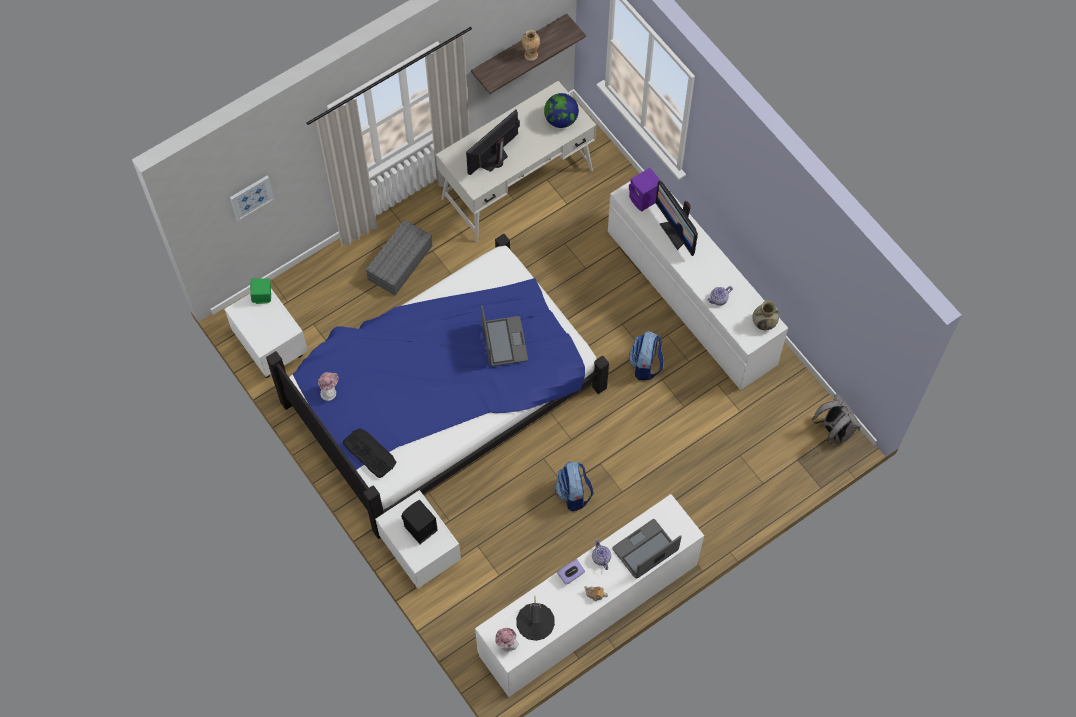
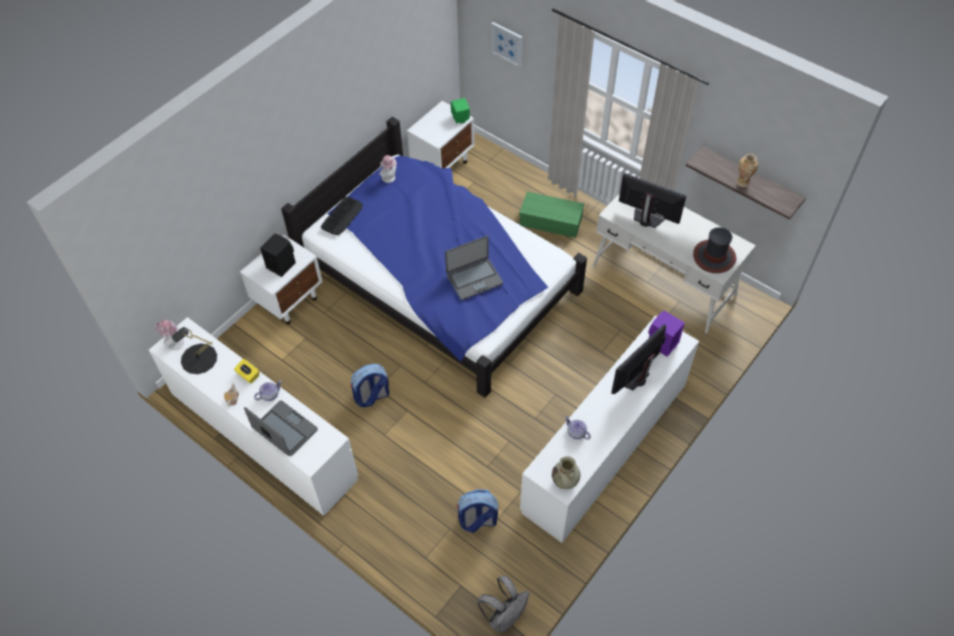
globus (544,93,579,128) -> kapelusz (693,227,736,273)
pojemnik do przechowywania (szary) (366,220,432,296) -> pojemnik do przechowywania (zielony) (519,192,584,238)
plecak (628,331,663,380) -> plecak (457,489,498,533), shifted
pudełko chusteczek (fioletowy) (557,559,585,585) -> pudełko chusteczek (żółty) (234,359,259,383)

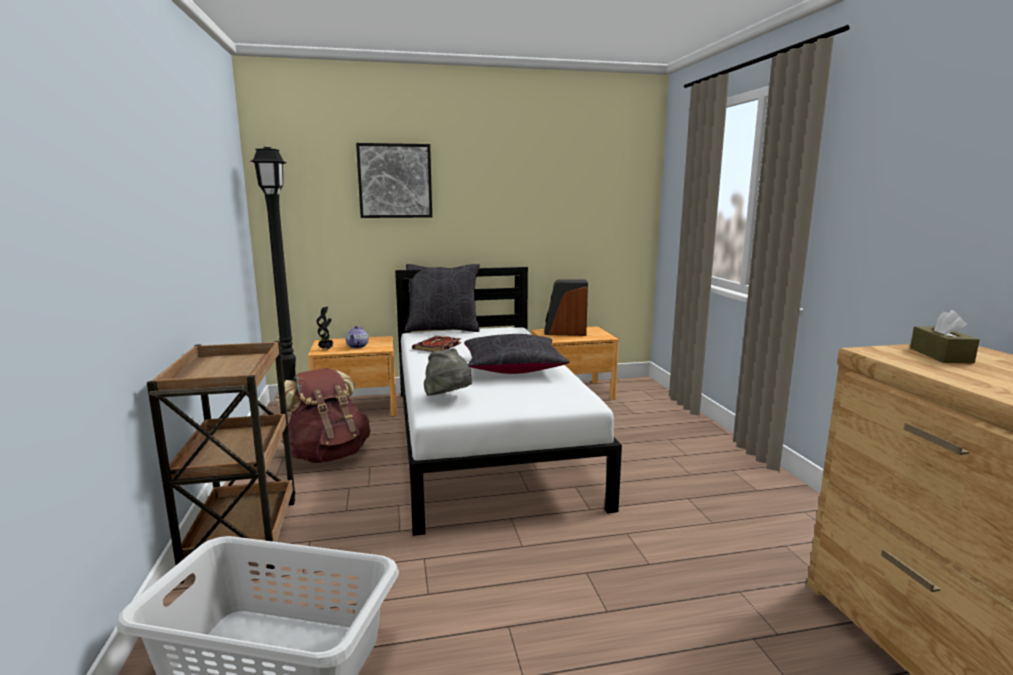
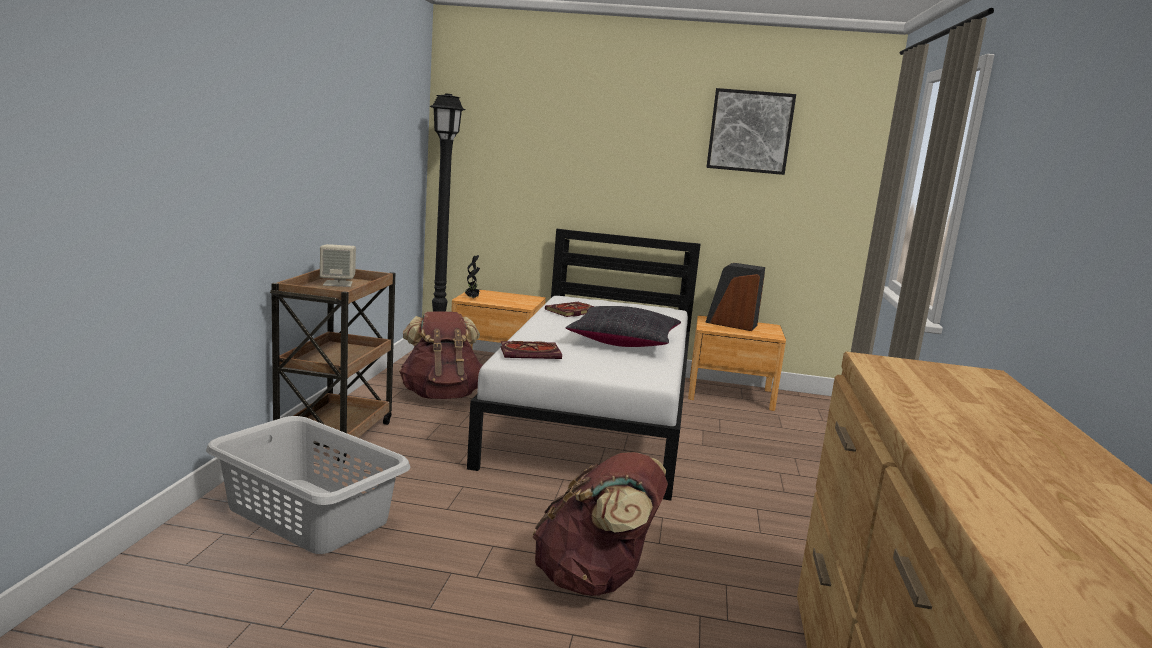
obraz (356,143,432,218) -> obraz (706,88,796,175), shifted
poduszka (czarny) (404,264,480,332) -> none
pudełko chusteczek (brązowy) (910,310,979,364) -> none
imbryk (346,326,368,349) -> none
kapelusz (szary) (424,348,472,396) -> książka (500,341,562,359)
none -> głośnik (beżowy) (320,244,356,287)
none -> plecak (brązowy) (533,452,668,596)

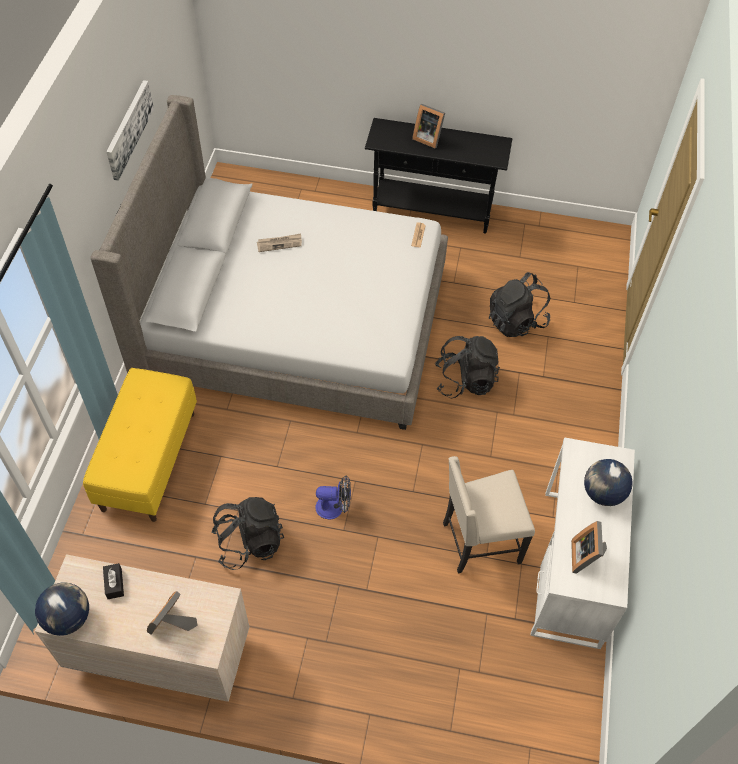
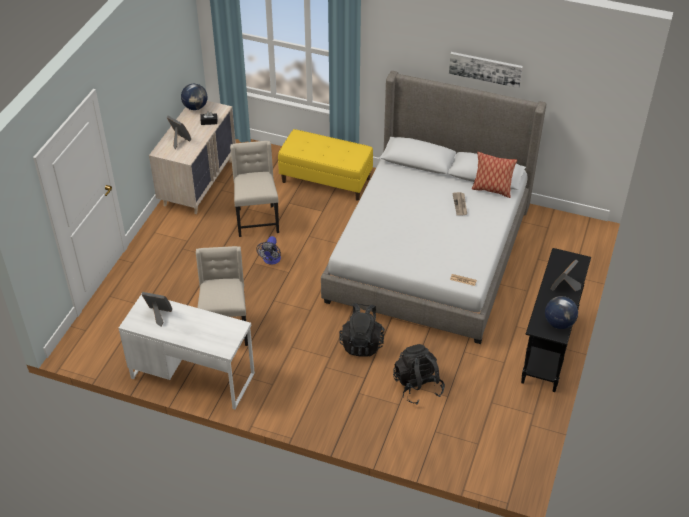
globus (584,459,633,506) -> globus (545,296,578,329), shifted
plecak (czarny) (211,497,284,570) -> krzesło (beżowy) (230,141,279,237)
none -> poduszka (472,152,517,198)

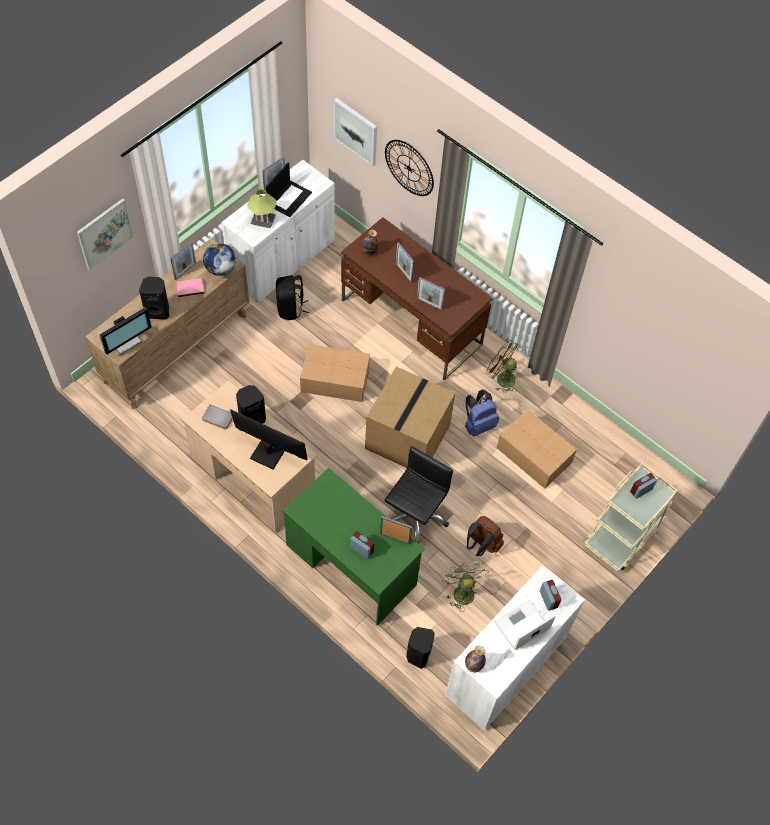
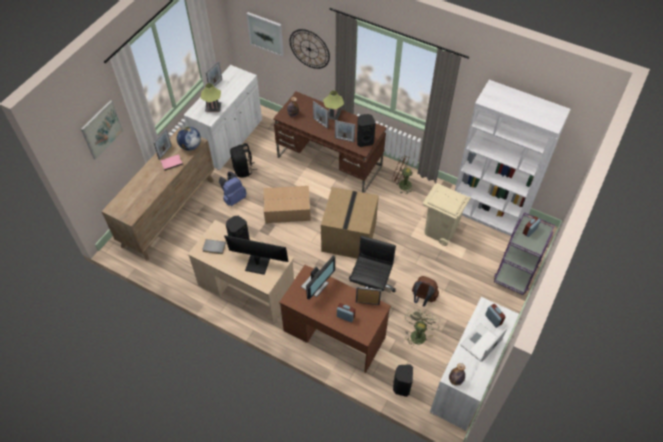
laptop (266,163,312,217) -> none
głośnik (czarny) (139,277,169,319) -> głośnik (czarny) (357,114,376,147), shifted
monitor (99,307,152,355) -> monitor (301,256,335,300), shifted
plecak (niebieski) (465,390,499,436) -> plecak (niebieski) (219,172,247,206), shifted
karton (497,409,577,488) -> kosz na śmieci (beżowy) (422,183,471,246)
wózek (beżowy) (584,463,678,572) -> wózek (fioletowy) (494,212,555,295)
biurko (zielony) (282,468,425,625) -> biurko (brązowy) (279,265,391,373)
wentylator (zielony) (441,561,489,612) -> wentylator (zielony) (405,309,440,347), 45 degrees clockwise
none -> regał (biały) (455,80,571,236)
none -> lampa stołowa (323,90,344,120)

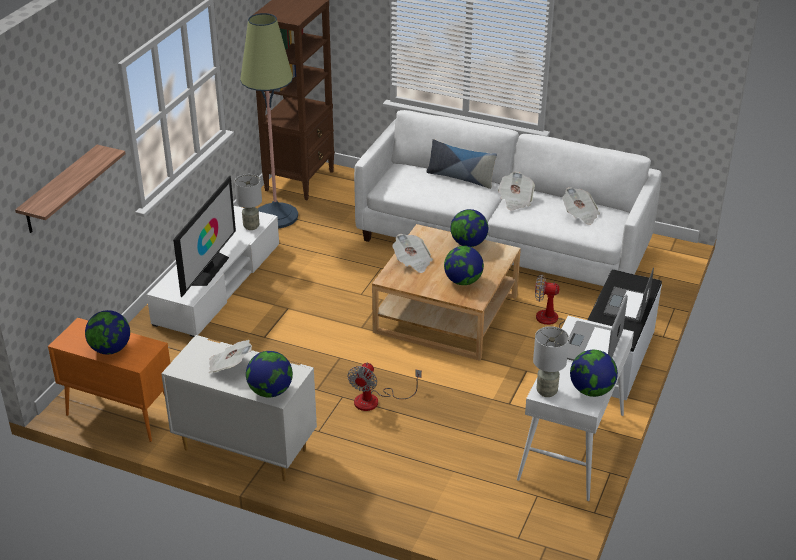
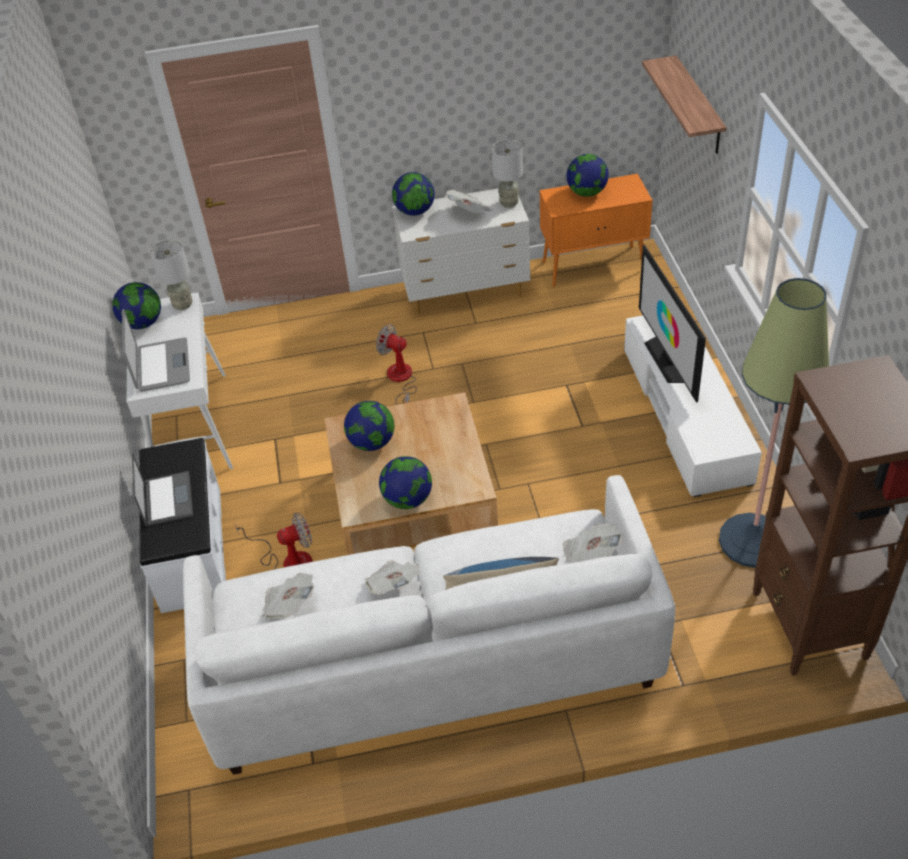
lampa stołowa (szary) (235,174,262,230) -> lampa stołowa (szary) (492,140,523,208), shifted
gazeta (392,234,433,273) -> gazeta (562,524,622,563), shifted
wentylator (347,363,422,411) -> wentylator (376,324,417,405), 45 degrees counterclockwise

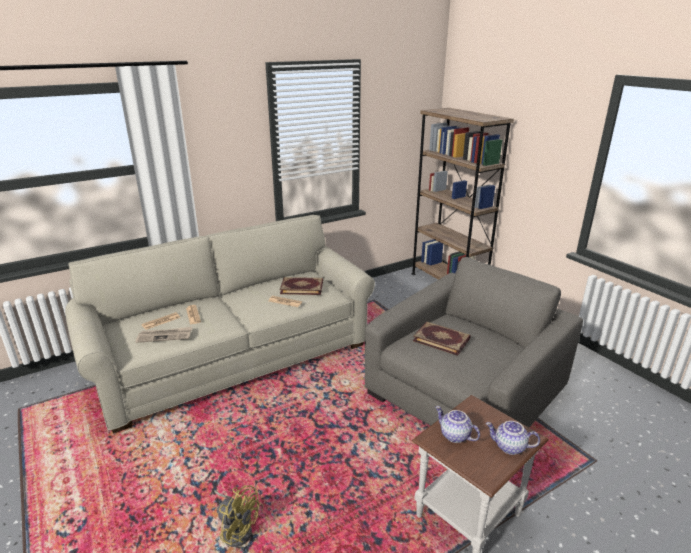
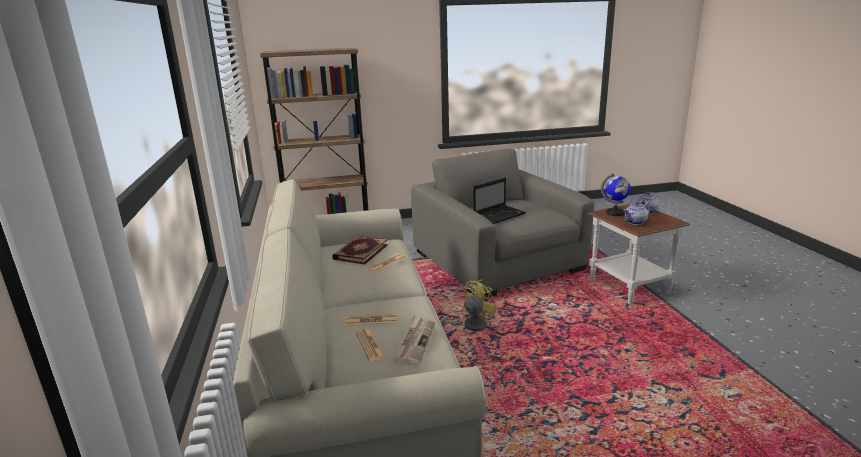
książka (413,322,470,356) -> laptop (474,178,526,224)
wentylator (żółty) (214,485,259,547) -> wentylator (żółty) (440,280,499,331), shifted
none -> globus (601,173,631,216)

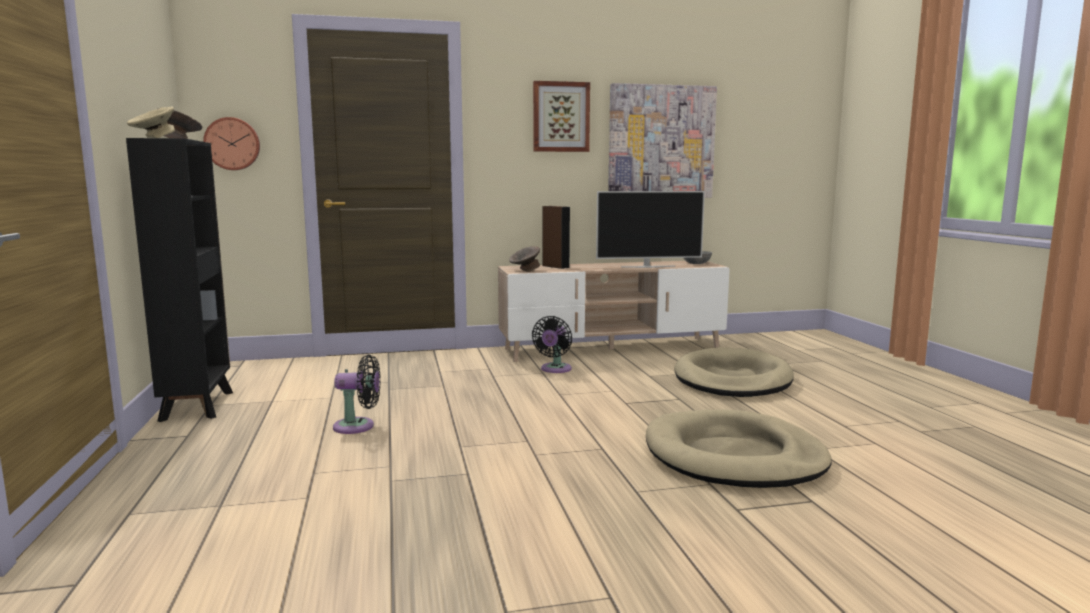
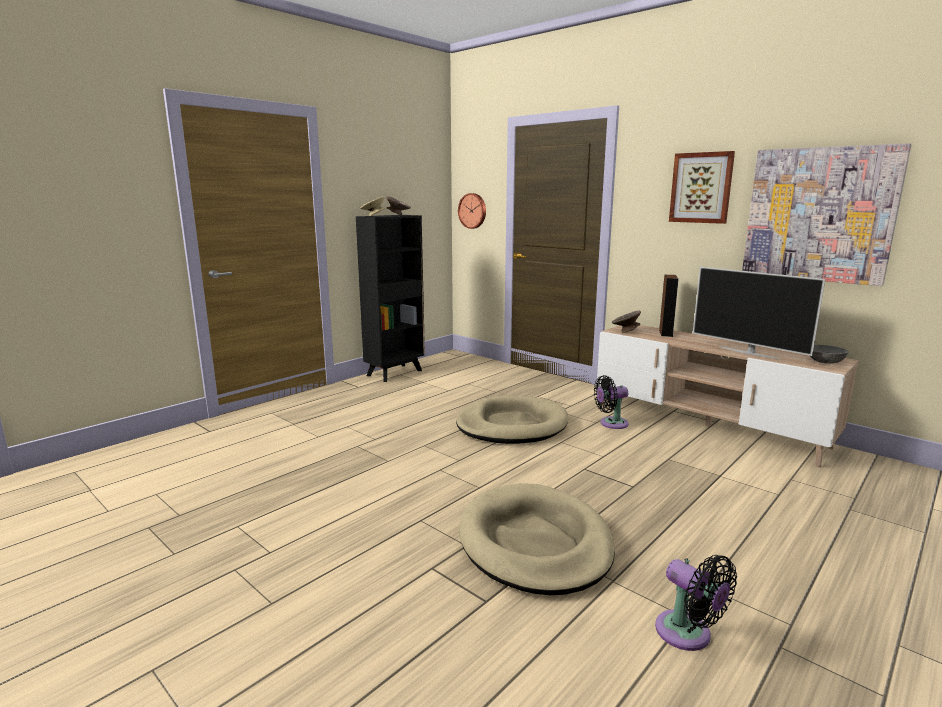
legowisko (beżowy) (675,347,794,397) -> legowisko (beżowy) (456,396,569,444), shifted
wentylator (czarny) (333,354,381,434) -> wentylator (czarny) (655,555,737,651), shifted

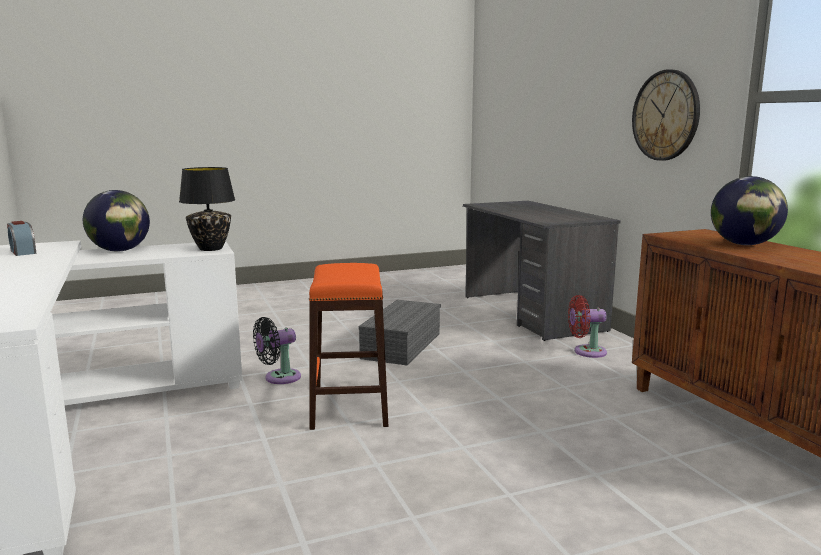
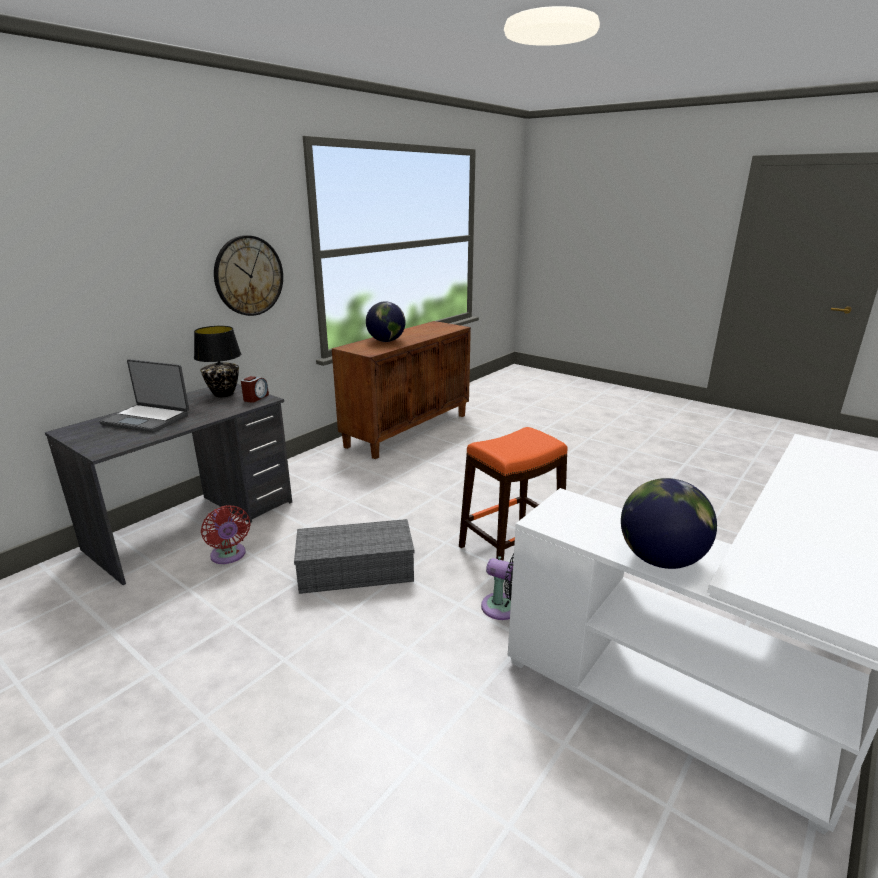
lampa stołowa (czarny) (179,167,235,251) -> lampa stołowa (czarny) (194,326,241,397), shifted
budzik (7,221,36,256) -> budzik (241,376,269,403), shifted
wentylator (czerwony) (568,295,607,358) -> wentylator (czerwony) (201,505,250,564), shifted
none -> laptop (99,359,189,432)

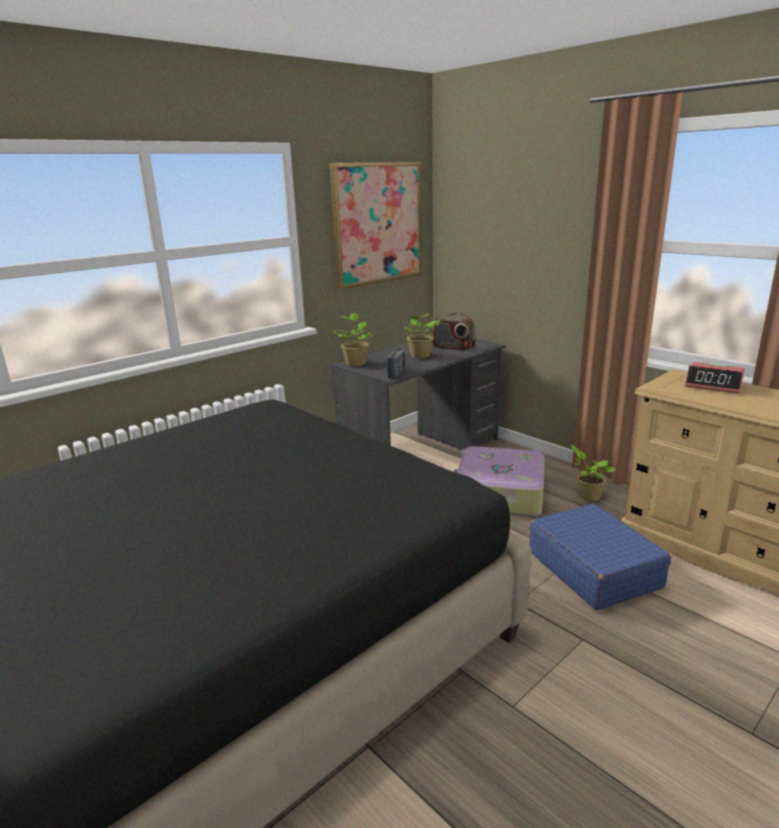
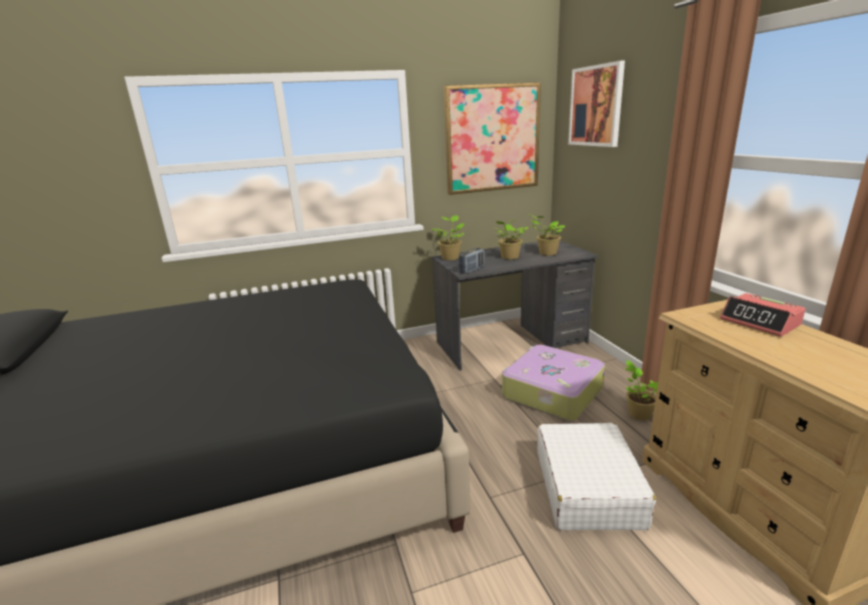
radio (433,313,476,351) -> roślina doniczkowa (529,214,565,256)
walizka (niebieski) (529,504,671,610) -> walizka (biały) (537,423,656,530)
none -> obraz (568,61,625,147)

